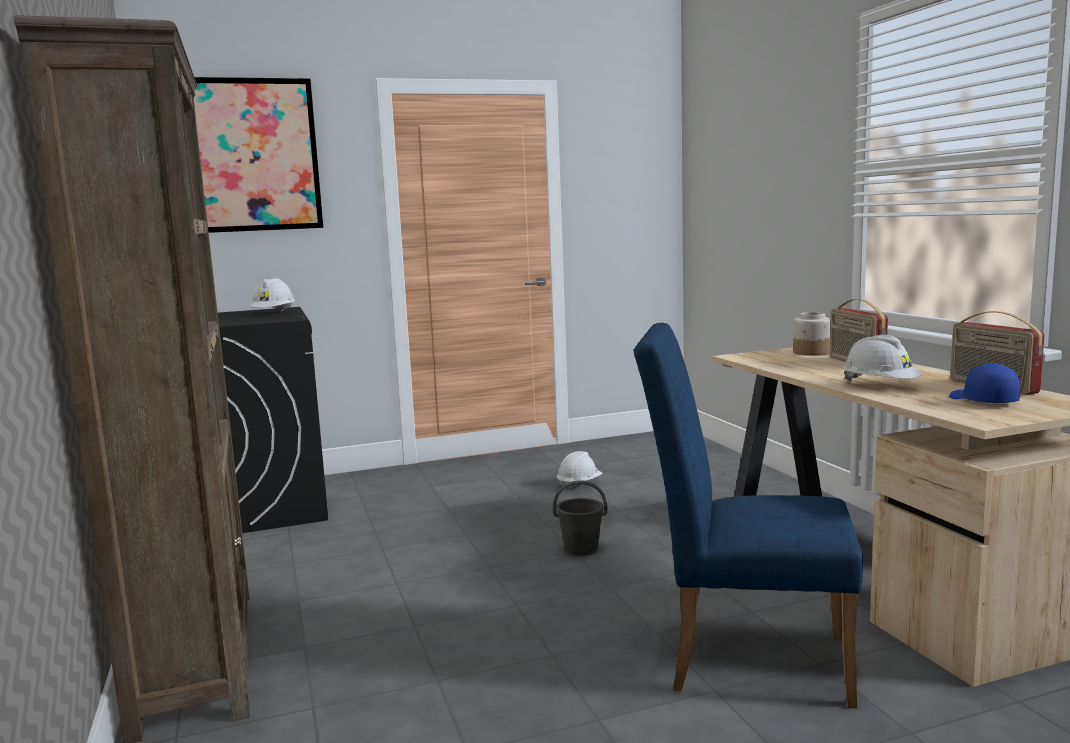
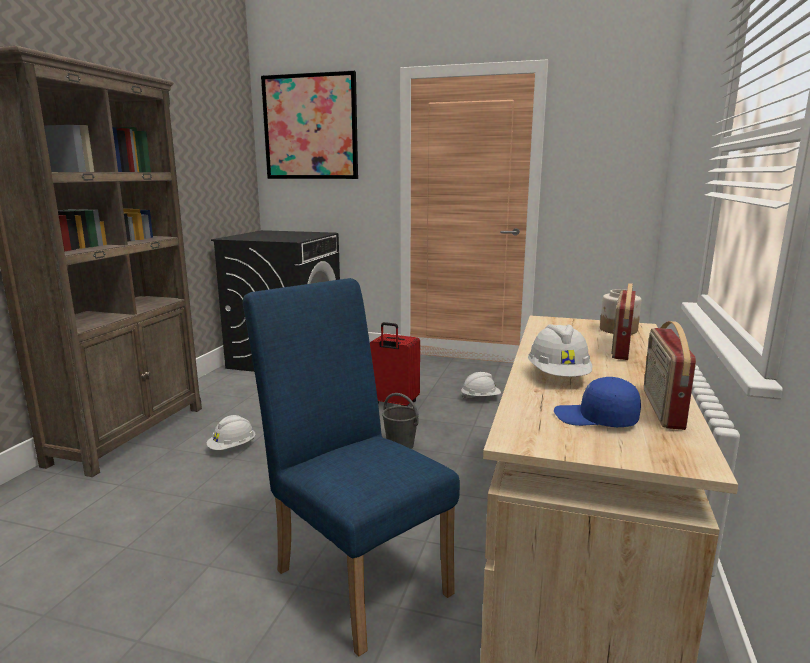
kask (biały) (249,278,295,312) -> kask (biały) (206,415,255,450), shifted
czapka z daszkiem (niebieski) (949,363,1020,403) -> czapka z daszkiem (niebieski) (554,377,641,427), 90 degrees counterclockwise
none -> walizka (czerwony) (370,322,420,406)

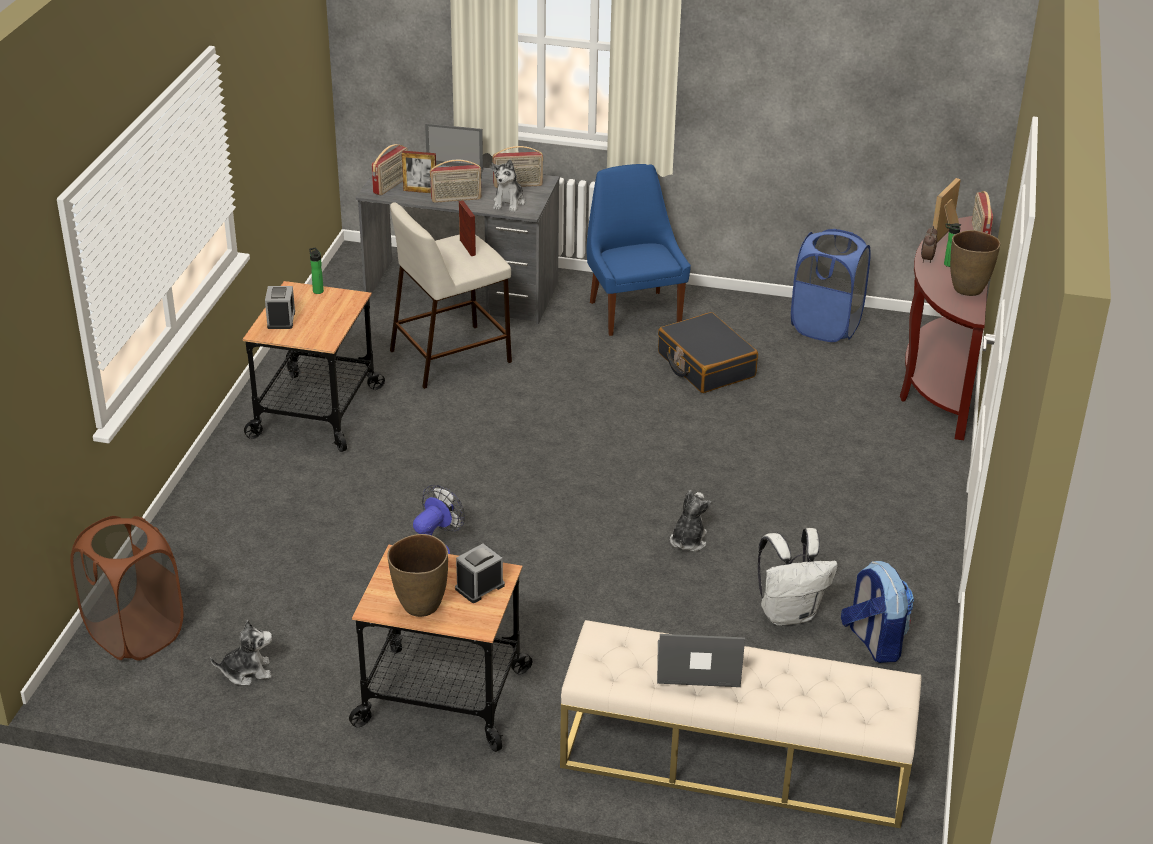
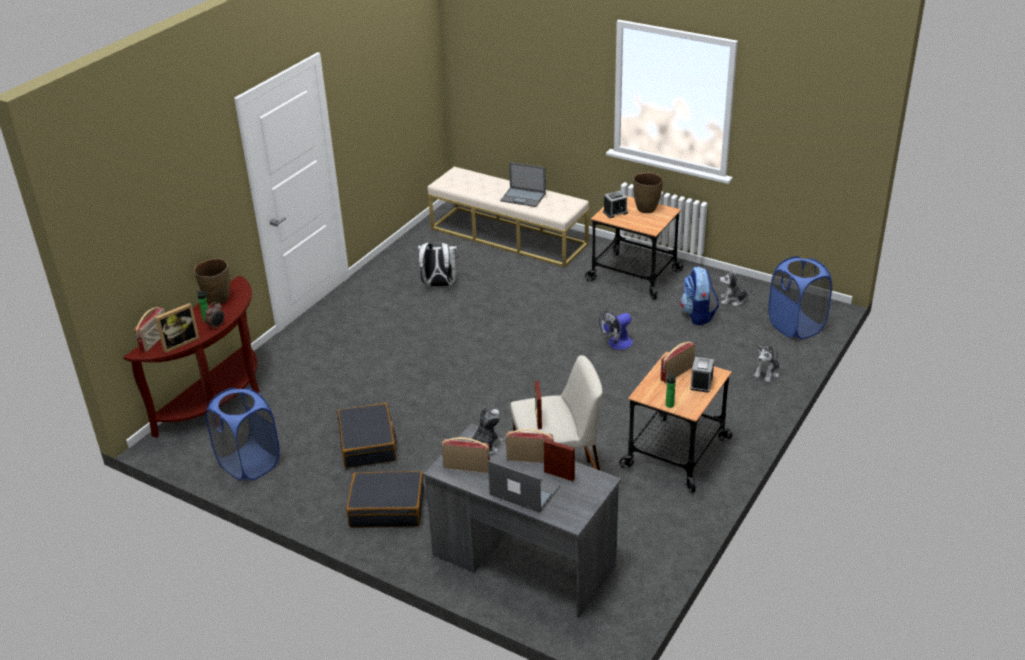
radio (371,144,408,195) -> radio (660,341,695,383), shifted
krzesło (niebieski) (587,164,691,336) -> walizka (czarny) (346,471,424,528)
pluszak (670,490,711,552) -> pluszak (753,345,780,383), shifted
kosz na pranie (brązowy) (70,516,183,661) -> kosz na pranie (niebieski) (768,256,832,339)
plecak (841,561,914,663) -> plecak (680,266,719,325), shifted

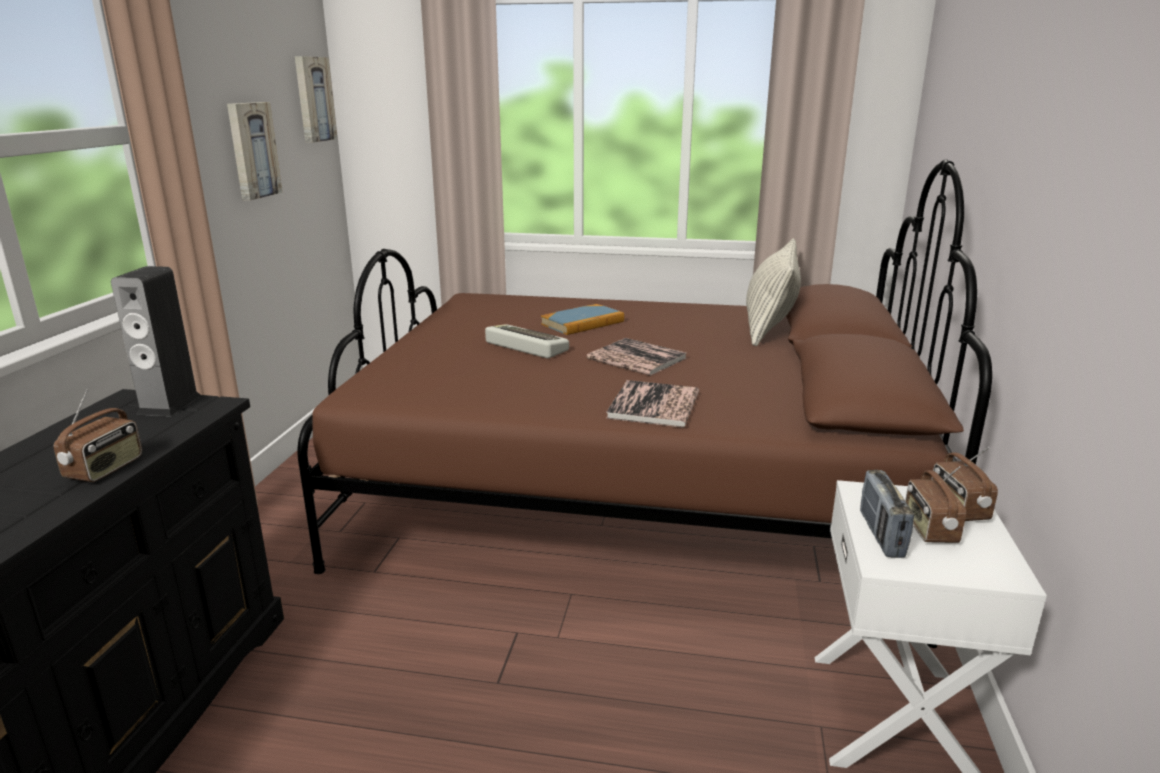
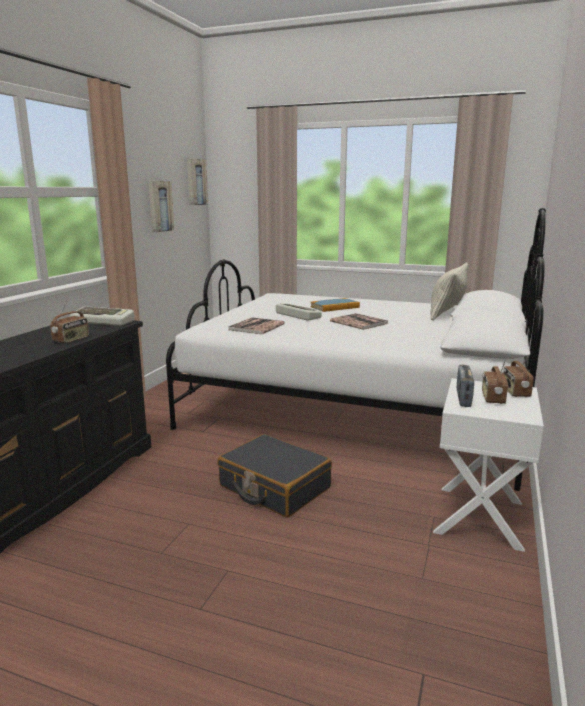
łóżko (brązowy) (297,160,992,648) -> łóżko (biały) (166,208,546,491)
głośnik (111,266,202,416) -> klawiatura (70,306,134,326)
książka (606,380,699,427) -> książka (229,317,285,335), shifted
none -> walizka (czarny) (217,434,332,518)

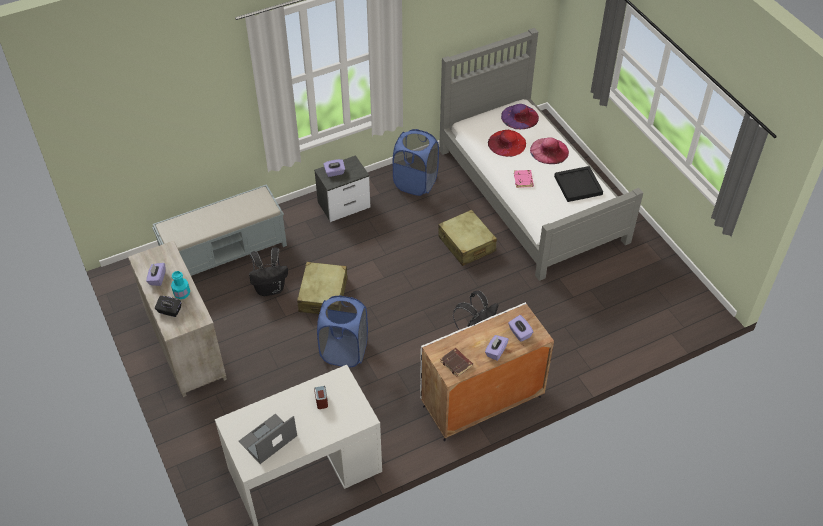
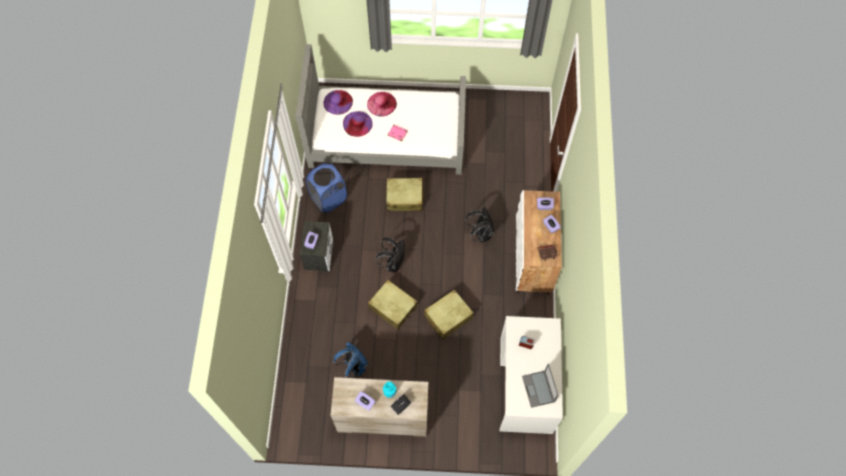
kapelusz (czerwony) (488,130,526,157) -> kapelusz (fioletowy) (343,111,373,137)
taca (czarny) (554,166,603,202) -> none
ławka (szary) (152,184,287,276) -> none
plecak (czarny) (249,247,288,296) -> plecak (czarny) (376,237,405,272), shifted
kosz na pranie (niebieski) (317,295,368,367) -> walizka (beżowy) (424,290,474,339)
none -> plecak (niebieski) (333,342,369,378)

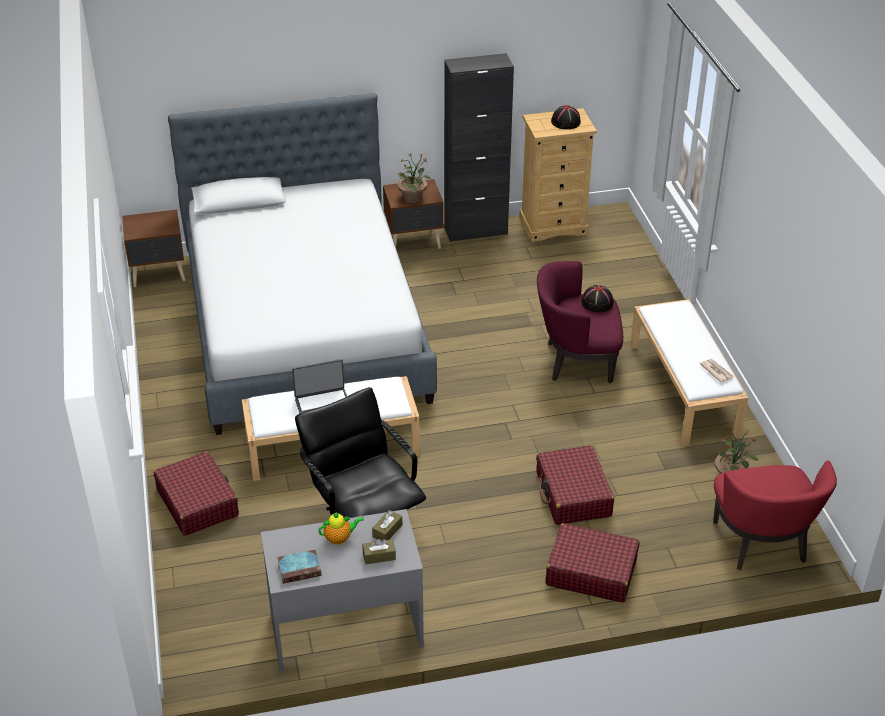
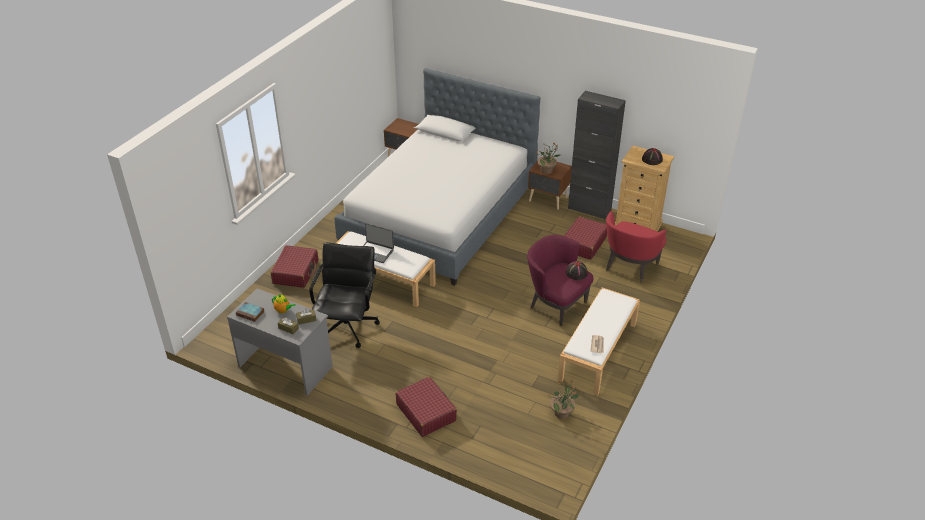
walizka (czerwony) (536,445,614,525) -> walizka (czerwony) (564,216,607,260), shifted
fotel (czerwony) (713,460,837,570) -> fotel (czerwony) (606,211,666,283), shifted

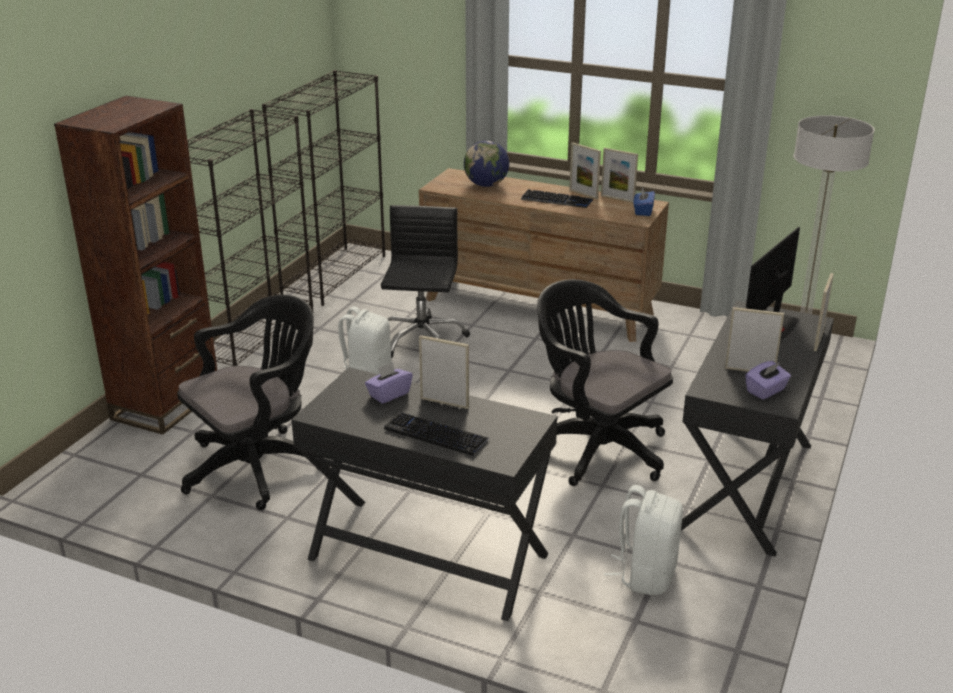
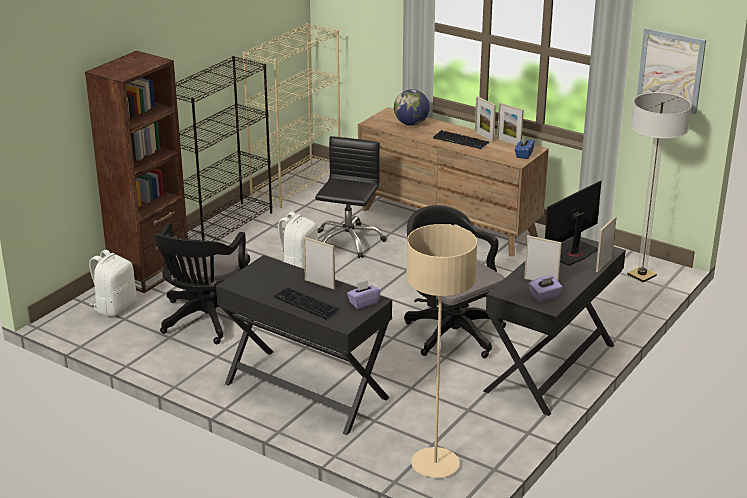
regał (czarny) (262,70,385,306) -> regał (beżowy) (243,23,340,208)
krzesło biurowe (czarny) (177,295,324,511) -> krzesło biurowe (czarny) (153,222,250,344), 135 degrees clockwise
pudełko chusteczek (fioletowy) (365,362,413,404) -> pudełko chusteczek (fioletowy) (347,280,381,309), shifted
plecak (biały) (604,485,683,595) -> plecak (biały) (89,250,136,317), shifted
none -> obraz (637,28,706,114)
none -> lampa stojąca (beżowy) (406,224,477,478)

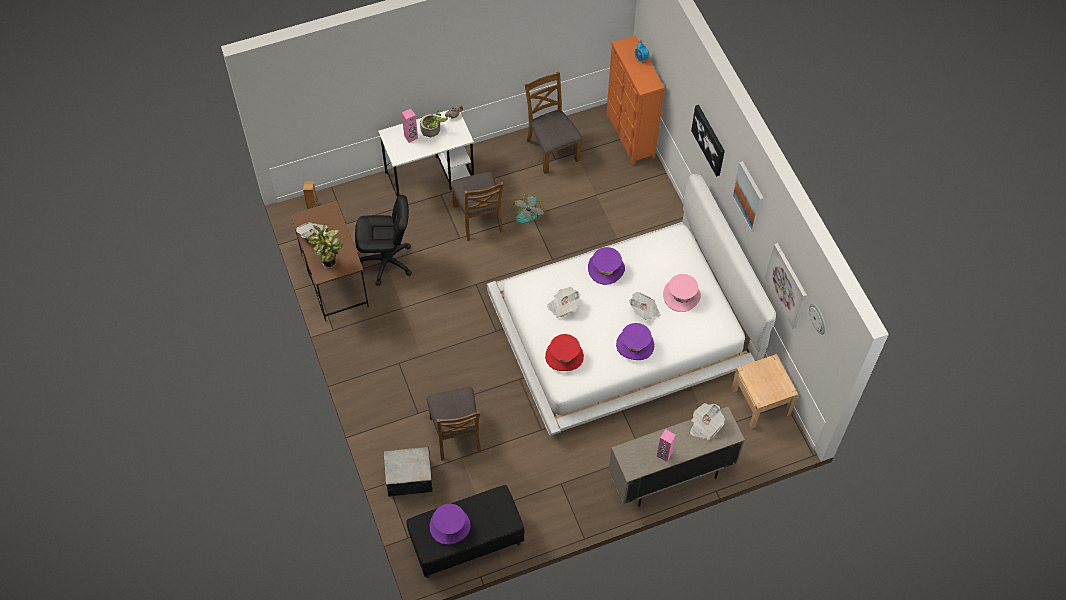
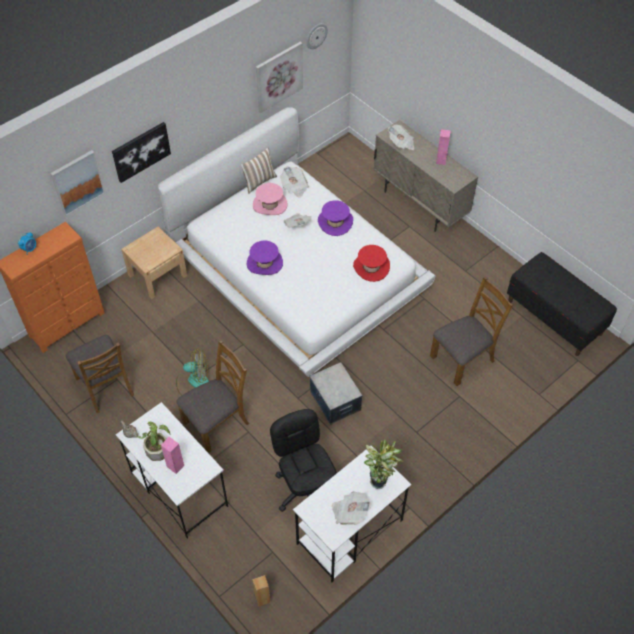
krzesło (brązowy) (525,72,582,174) -> krzesło (brązowy) (65,335,134,414), 75 degrees counterclockwise
obraz (732,161,764,232) -> obraz (50,150,105,216), shifted
biurko (brązowy) (290,200,369,321) -> biurko (biały) (293,446,411,582)
gazeta (547,287,580,318) -> gazeta (280,166,309,197), shifted
szafka nocna (beżowy) (731,354,798,429) -> szafka nocna (beżowy) (121,227,187,299), shifted
pojemnik do przechowywania (383,447,433,497) -> pojemnik do przechowywania (309,362,362,425), shifted
kapelusz (fioletowy) (430,504,471,545) -> none
none -> poduszka (241,147,277,194)

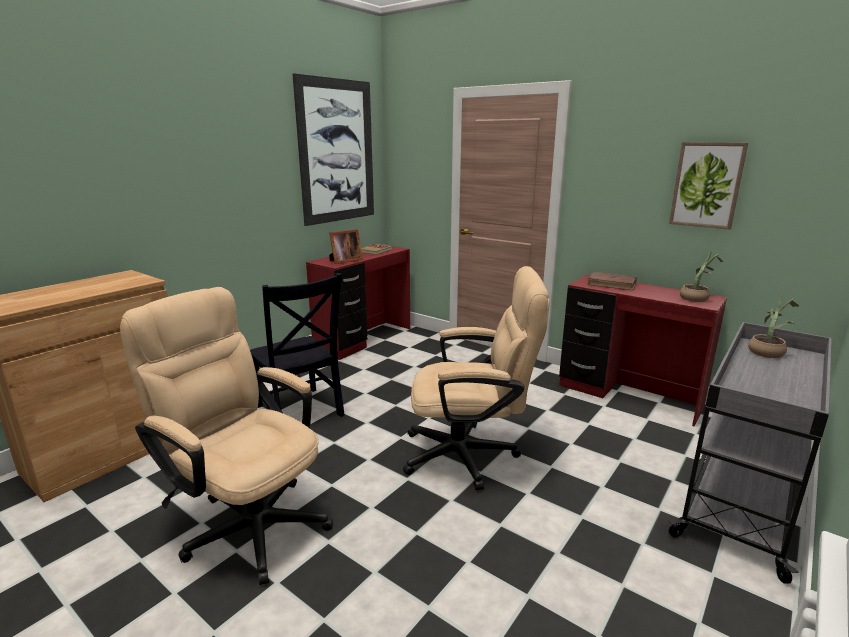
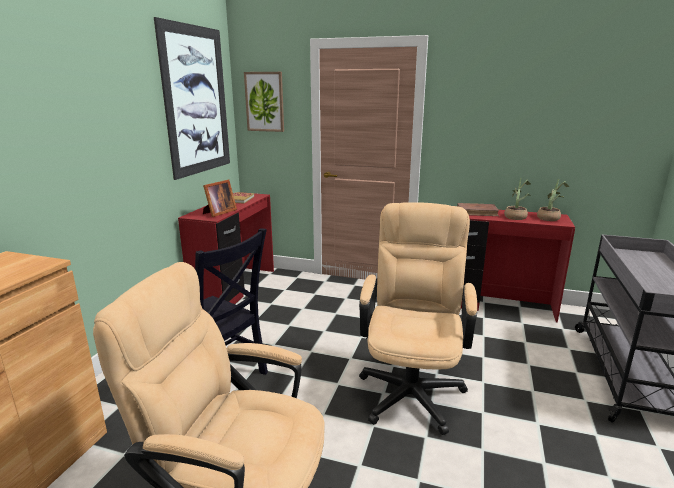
obraz (669,142,748,230) -> obraz (244,72,284,132), shifted
krzesło biurowe (beżowy) (403,266,549,490) -> krzesło biurowe (beżowy) (359,202,477,435), 60 degrees counterclockwise
roślina doniczkowa (748,295,799,358) -> roślina doniczkowa (504,178,532,220), shifted

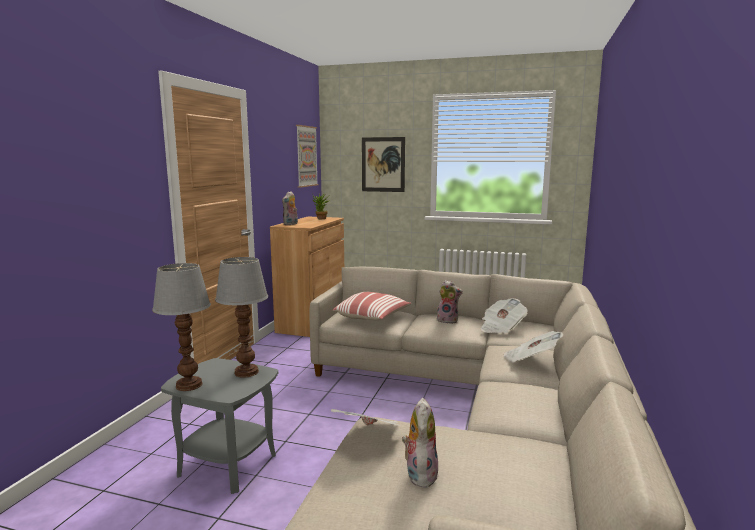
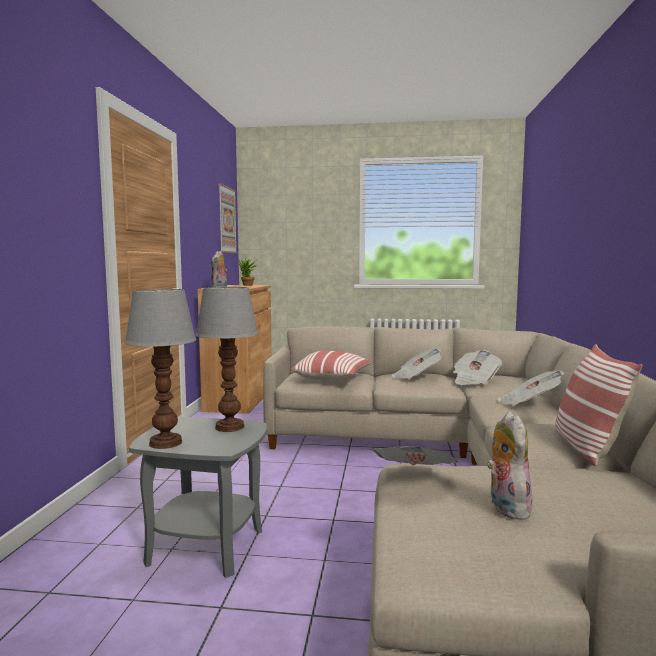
obraz (362,137,405,192) -> none
pluszak (437,280,463,324) -> gazeta (392,349,442,379)
none -> poduszka (555,344,642,466)

